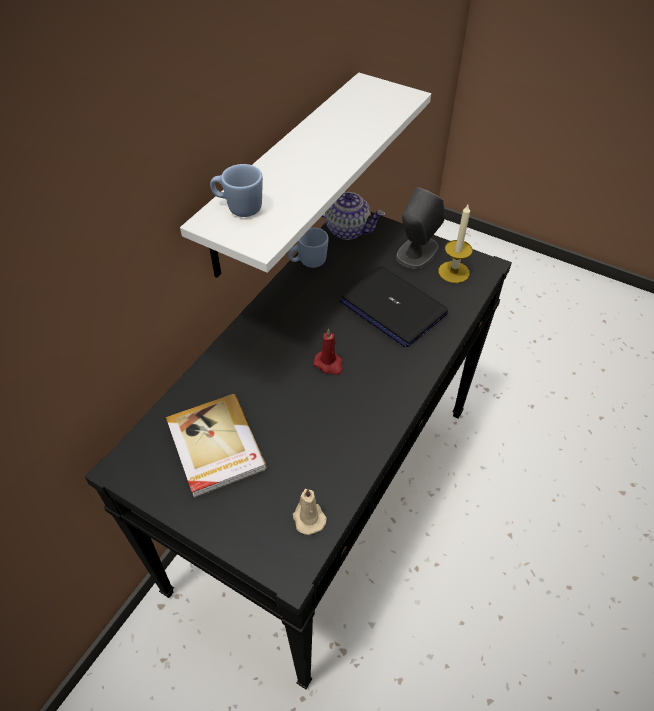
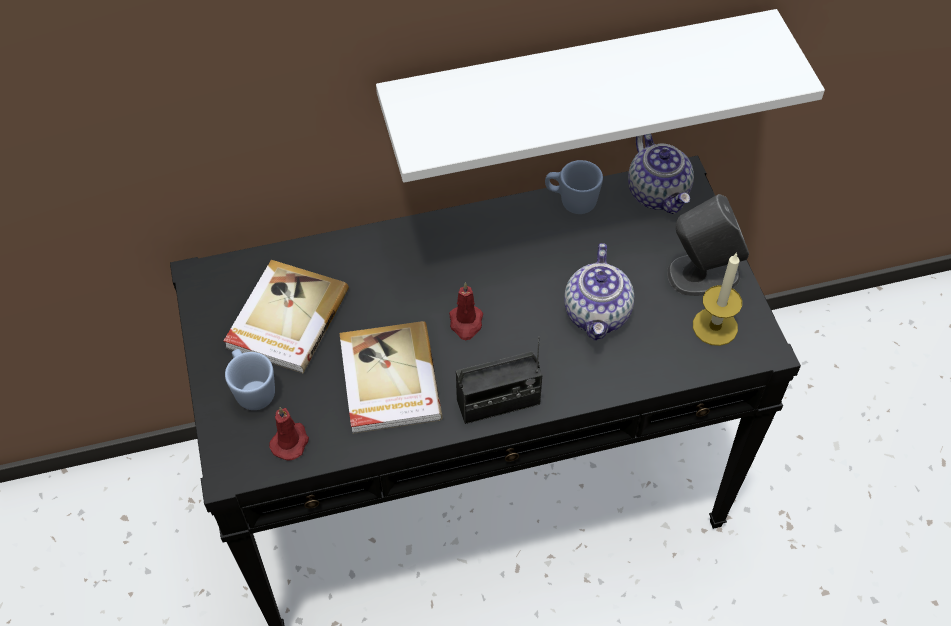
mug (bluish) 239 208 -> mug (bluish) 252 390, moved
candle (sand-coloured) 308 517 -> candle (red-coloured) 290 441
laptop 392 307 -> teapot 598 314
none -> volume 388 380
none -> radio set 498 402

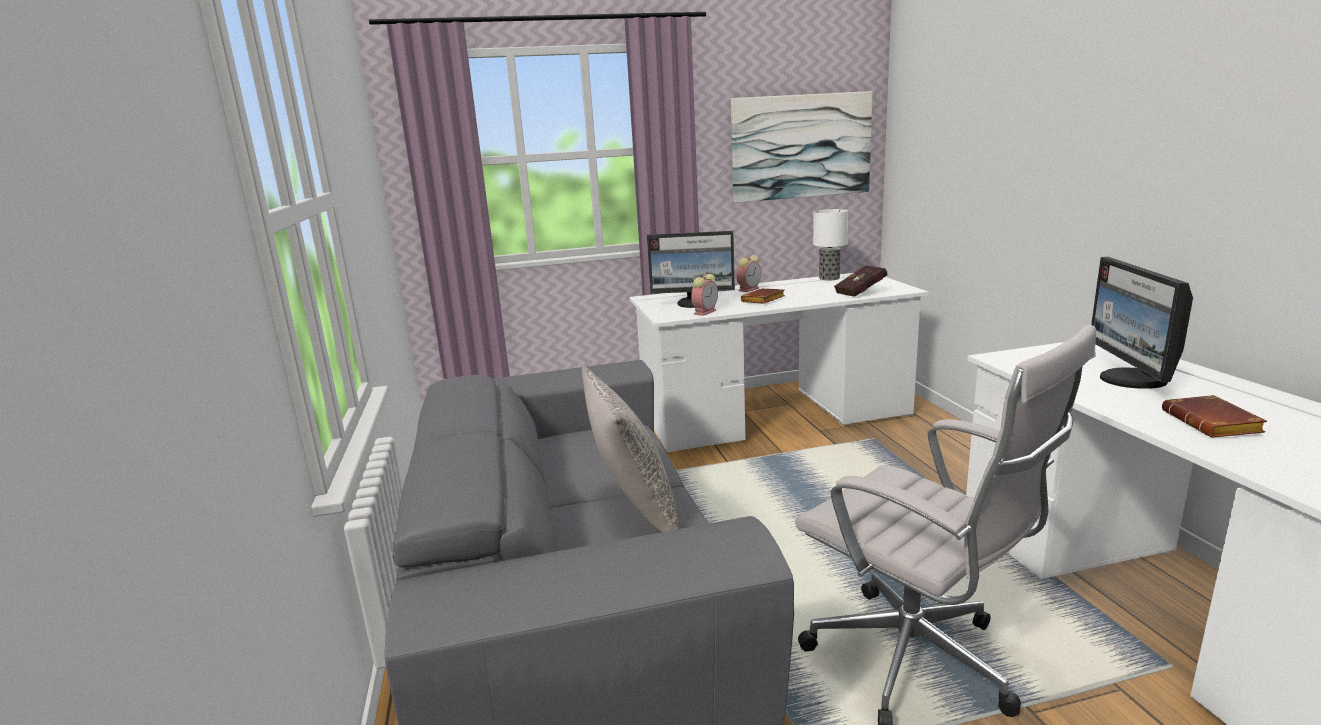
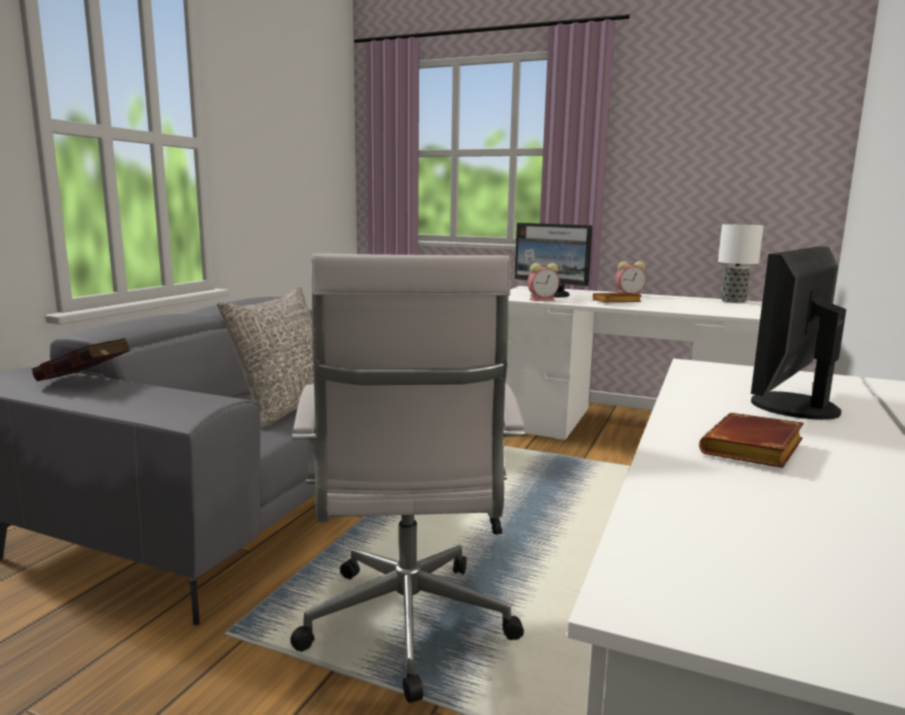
picture 801 146 -> none
volume (red-coloured) 862 293 -> volume (red-coloured) 86 381, moved

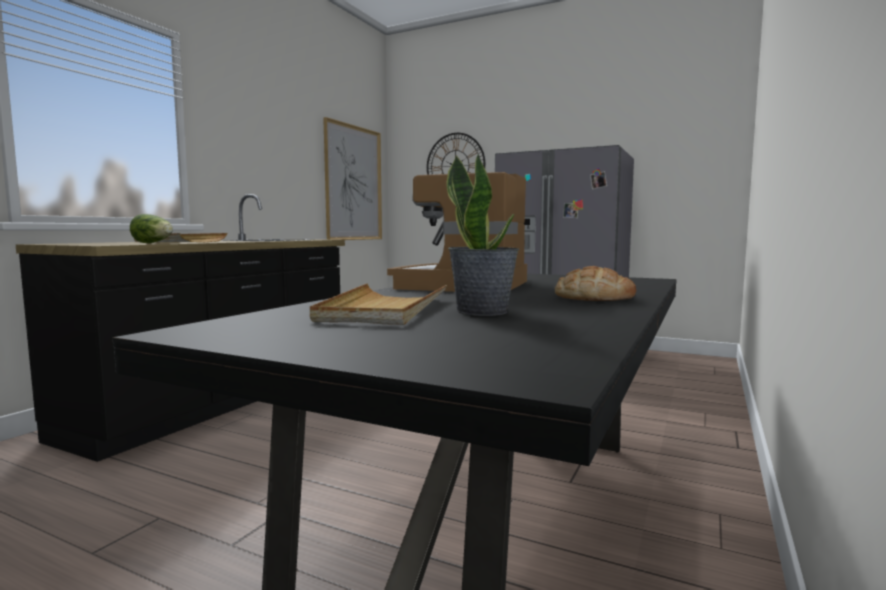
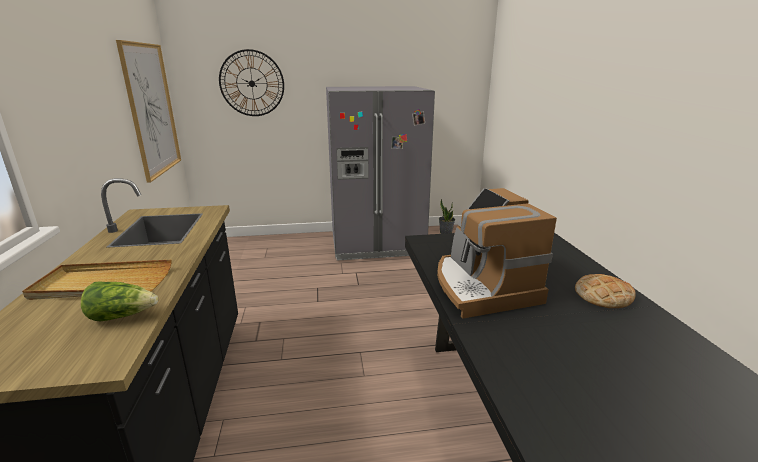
carrying tray (sand-coloured) 384 309 -> none
plant in a pot 482 311 -> plant in a pot 445 232, moved

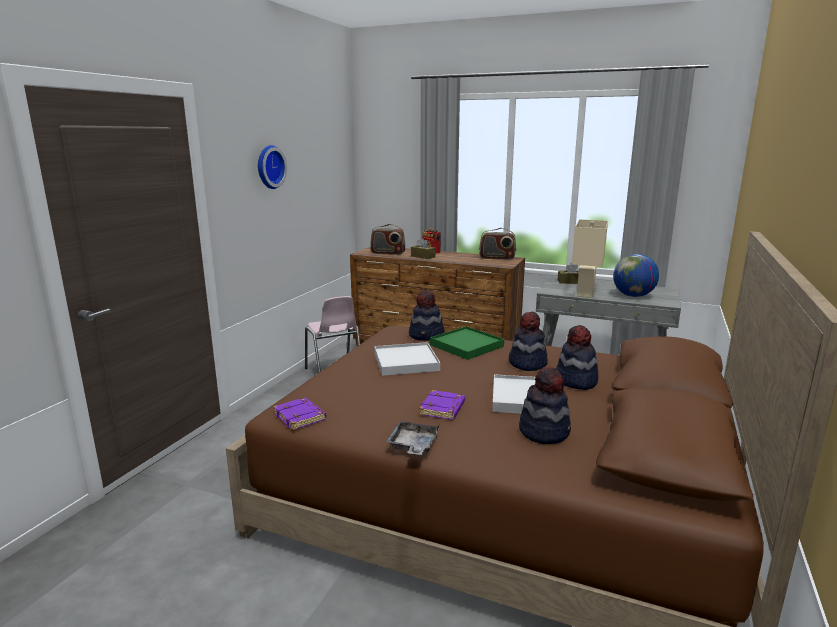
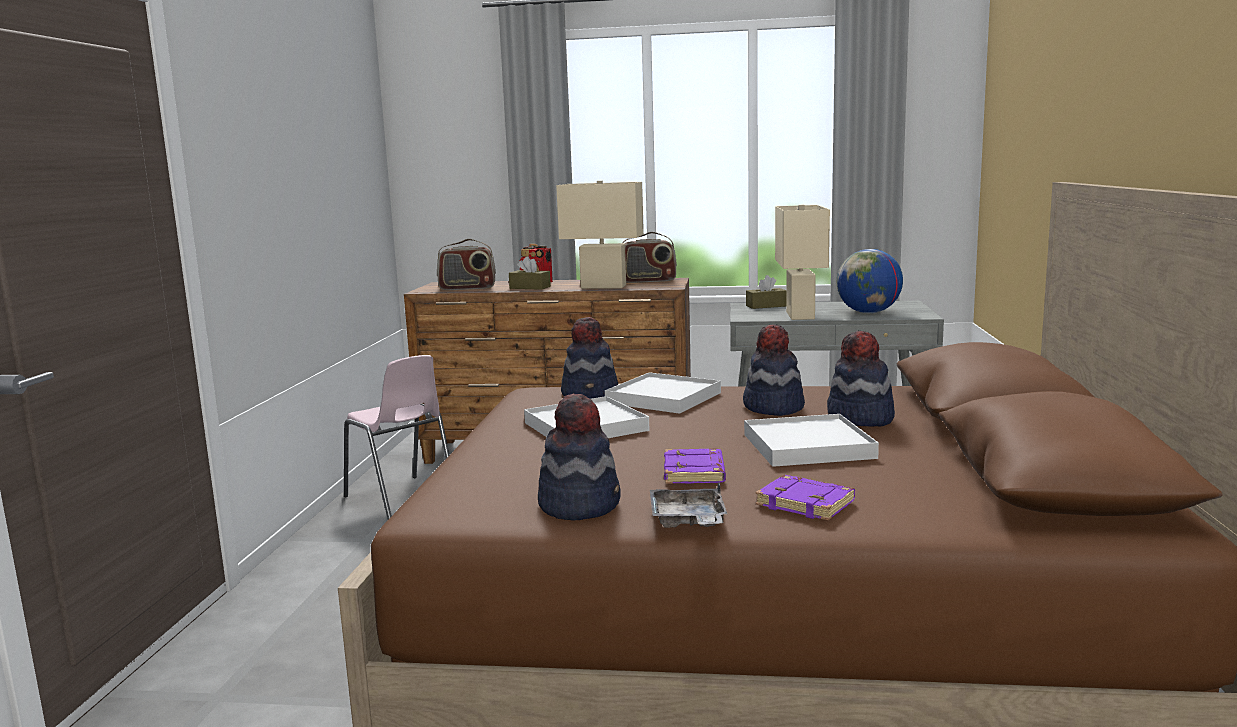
hanging clock 269 167 -> none
volume (purple-coloured) 301 417 -> volume (purple-coloured) 807 504, moved
carrying tray (green) 466 345 -> carrying tray (whitish) 664 398
hat 544 431 -> hat 580 505, moved
none -> lamp for a table (sand-coloured) 603 287

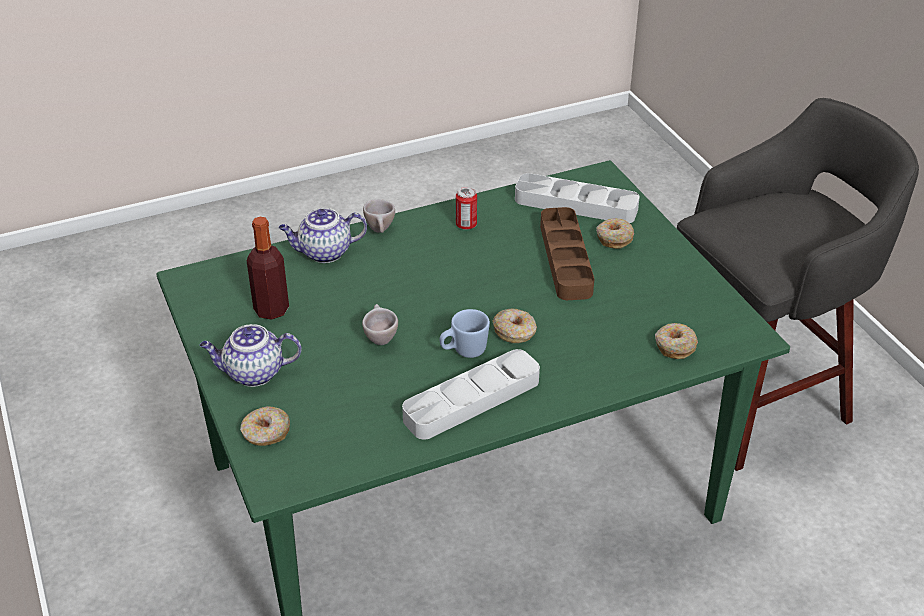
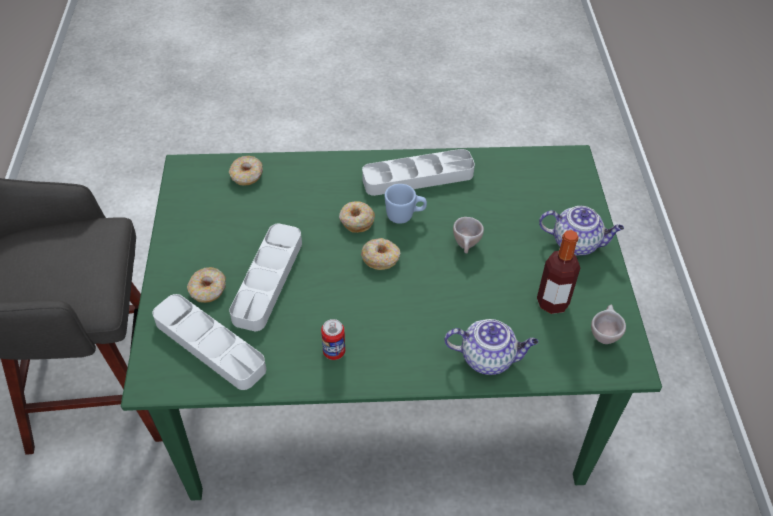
doughnut 266 433 -> doughnut 381 258, moved
cup (sand-coloured) 381 231 -> cup (sand-coloured) 603 334, moved
carrying tray (brown-coloured) 565 259 -> carrying tray (gray) 268 280

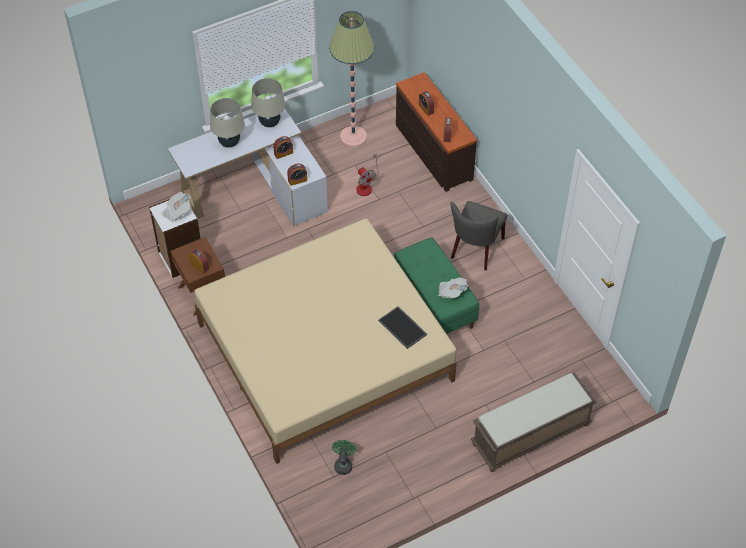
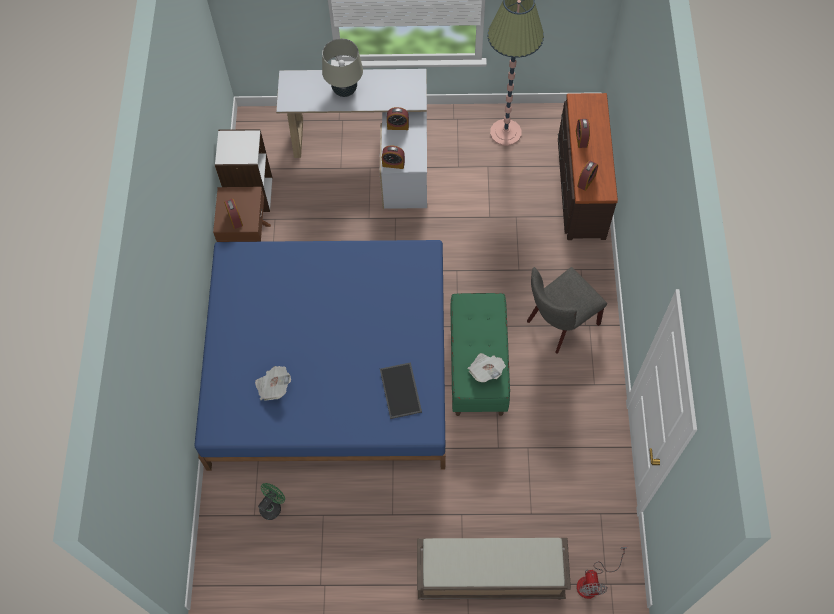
newspaper 176 212 -> newspaper 273 387, moved
bed (sand-coloured) 324 351 -> bed (bluish) 330 366
lamp for a table (sand-coloured) 269 122 -> none
fan 366 185 -> fan 593 581, moved

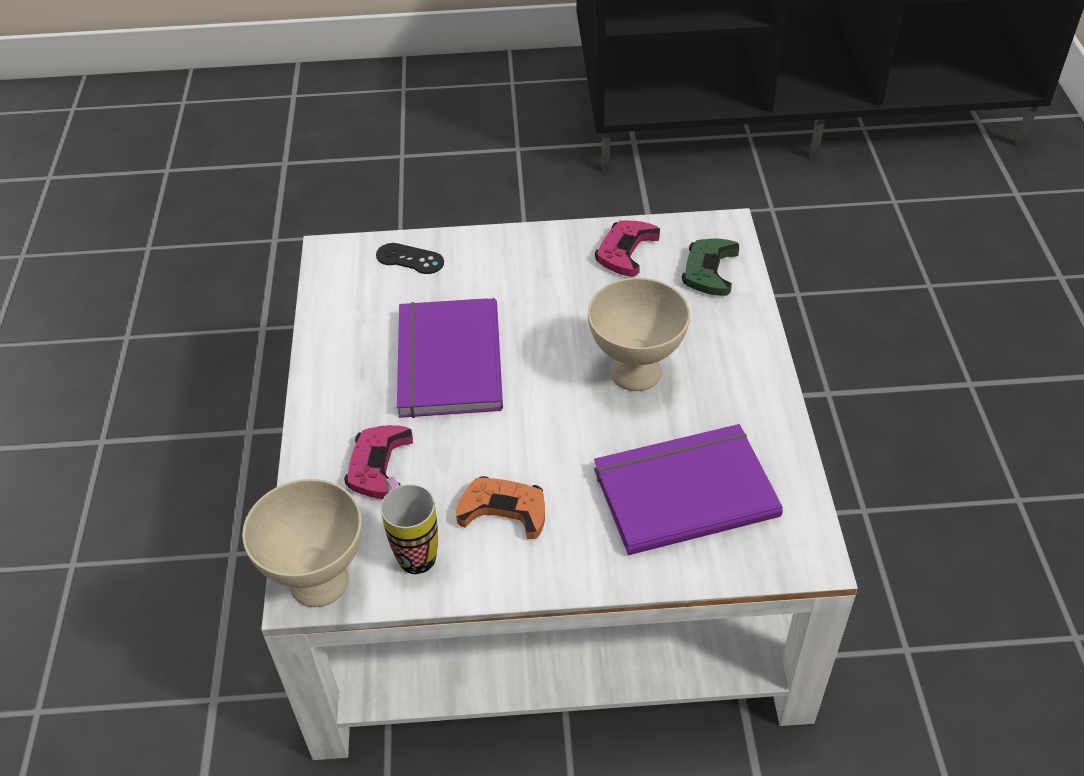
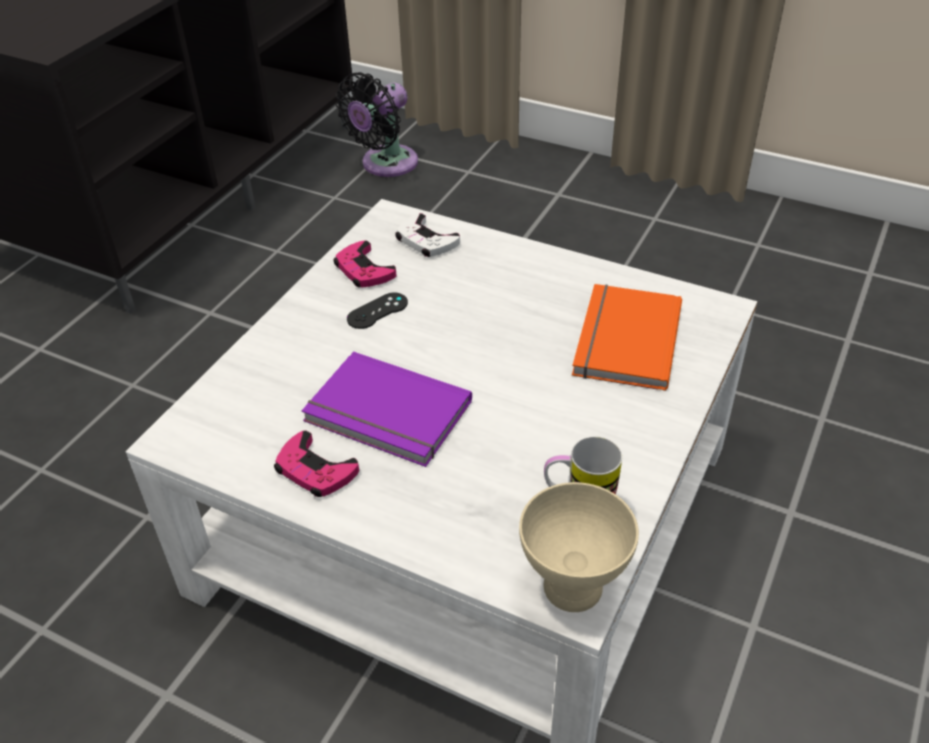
gamepad (pink-coloured) 379 466 -> gamepad (pink-coloured) 315 470, moved
gamepad (black) 410 259 -> gamepad (black) 377 311, moved
gamepad (orange-coloured) 503 511 -> none
serving bowl (sand-coloured) 634 371 -> none
volume (purple-coloured) 682 489 -> volume (orange-coloured) 623 340
gamepad (green) 709 271 -> gamepad (whitish) 426 241
none -> fan (black) 385 164

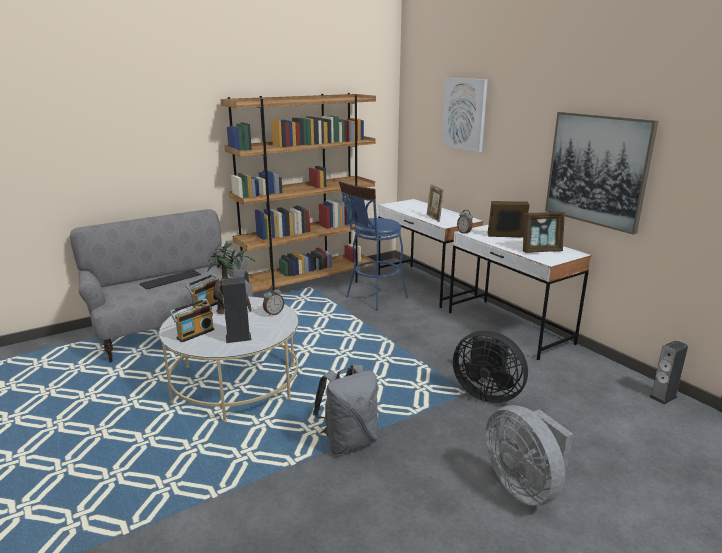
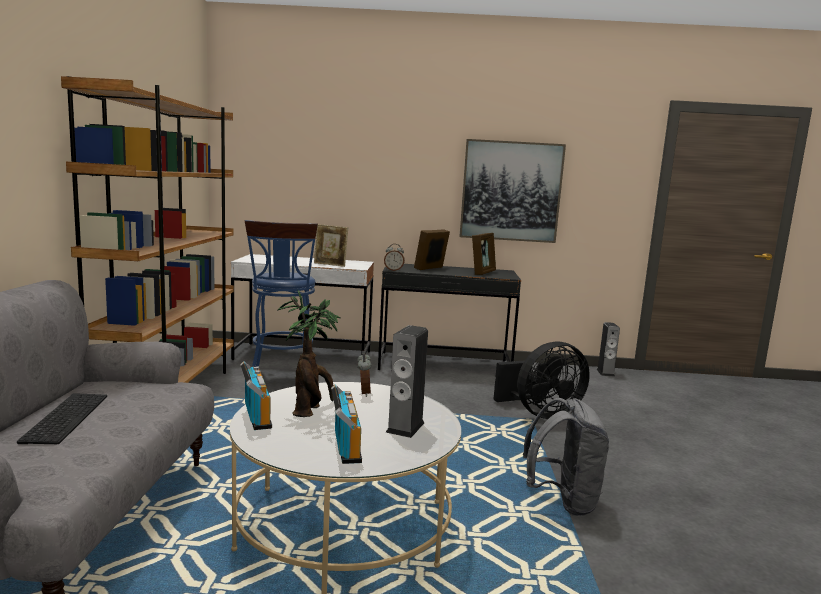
picture 464 114 -> none
desk (whitish) 509 328 -> desk (black) 444 365
fan (gray) 524 486 -> none

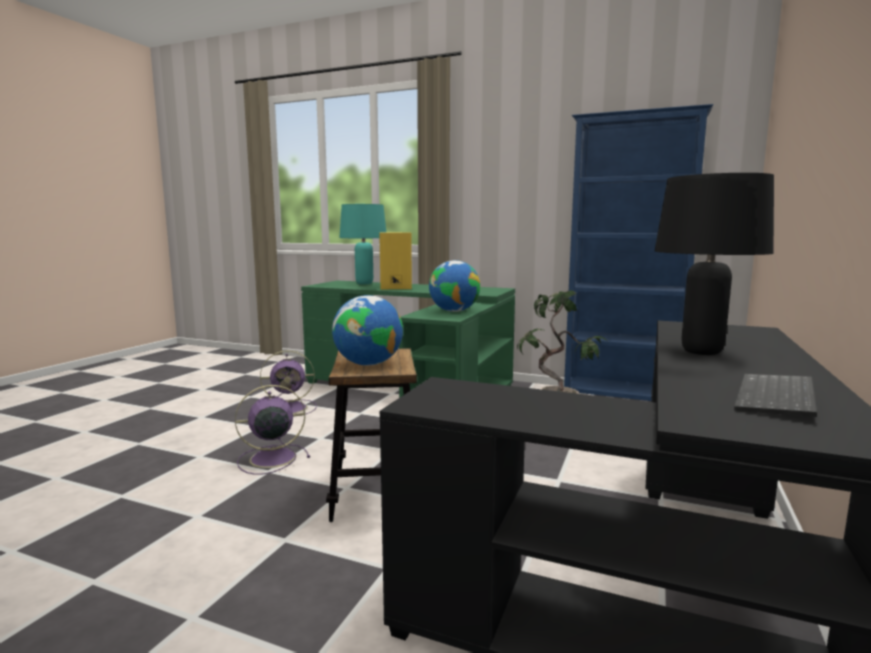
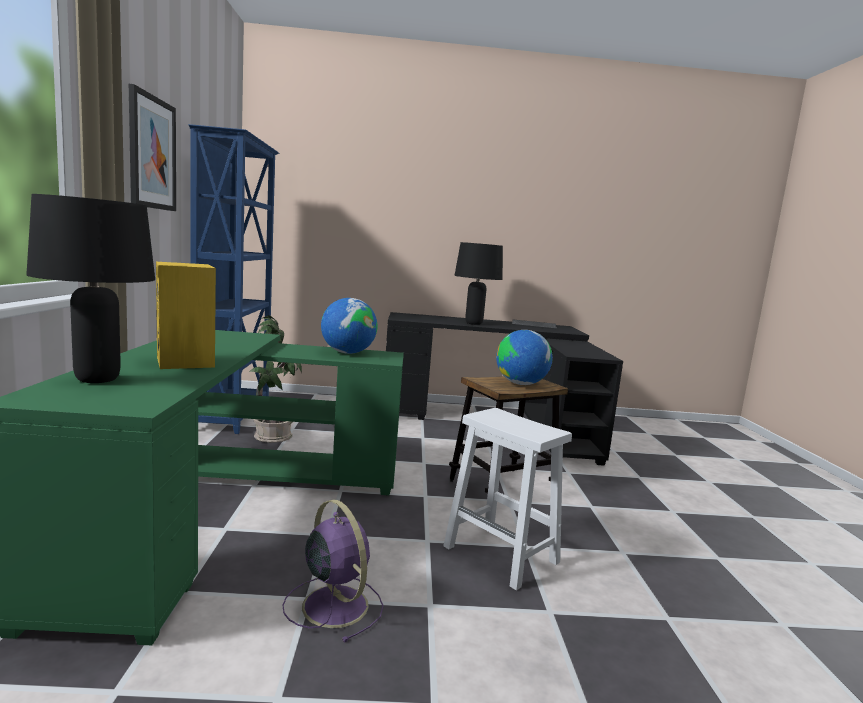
fan (purple-coloured) 270 458 -> stool (whitish) 502 555
lamp for a table (blue-green) 364 283 -> lamp for a table (black) 98 380
none -> picture 152 153

